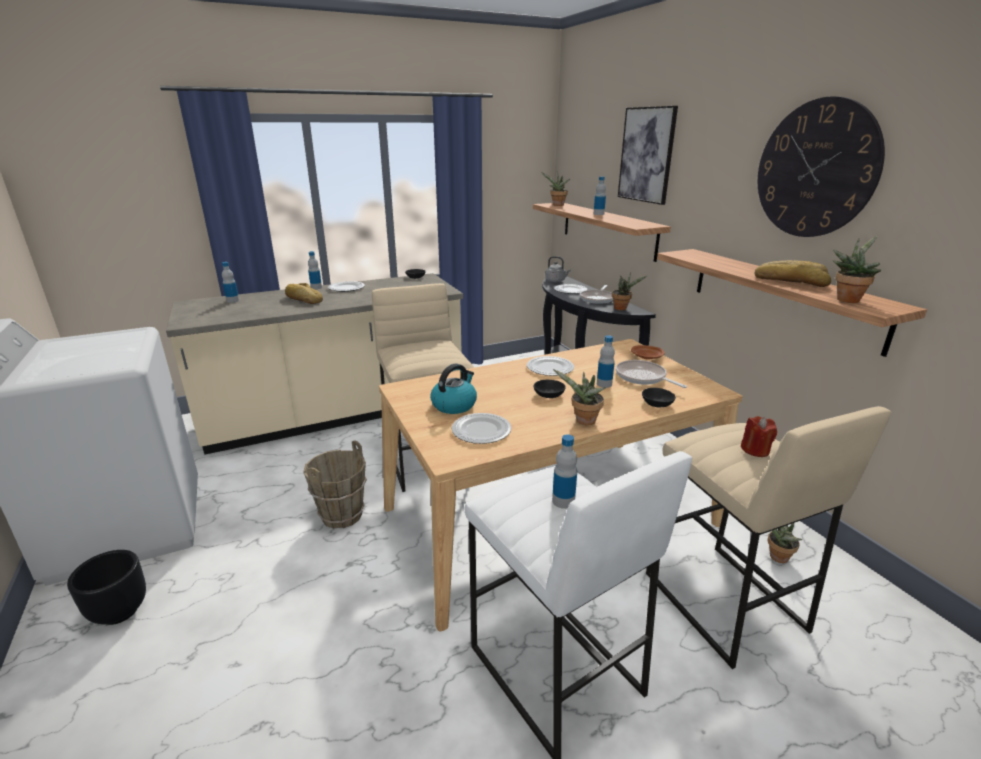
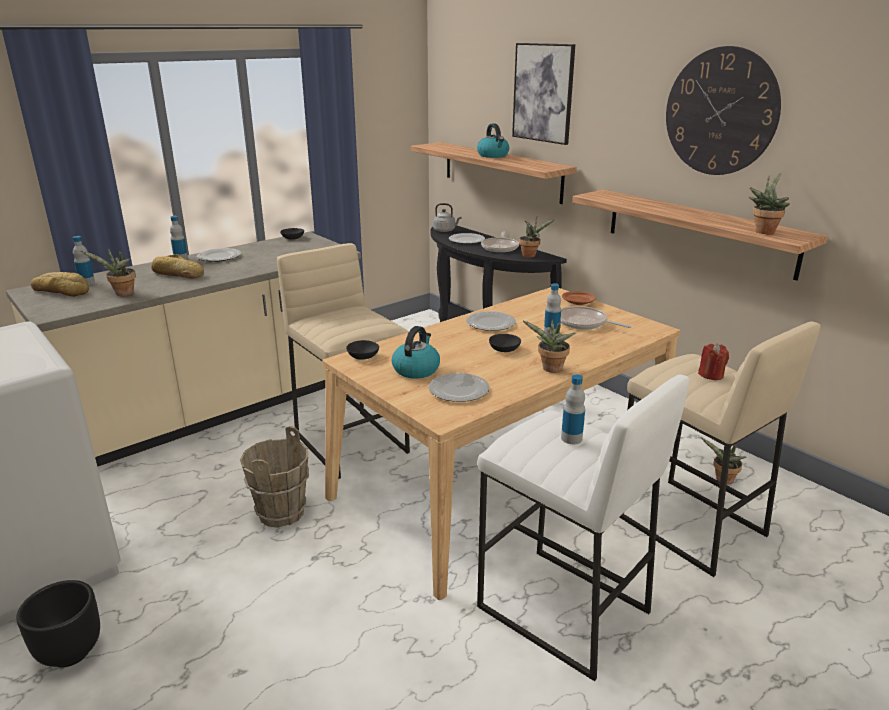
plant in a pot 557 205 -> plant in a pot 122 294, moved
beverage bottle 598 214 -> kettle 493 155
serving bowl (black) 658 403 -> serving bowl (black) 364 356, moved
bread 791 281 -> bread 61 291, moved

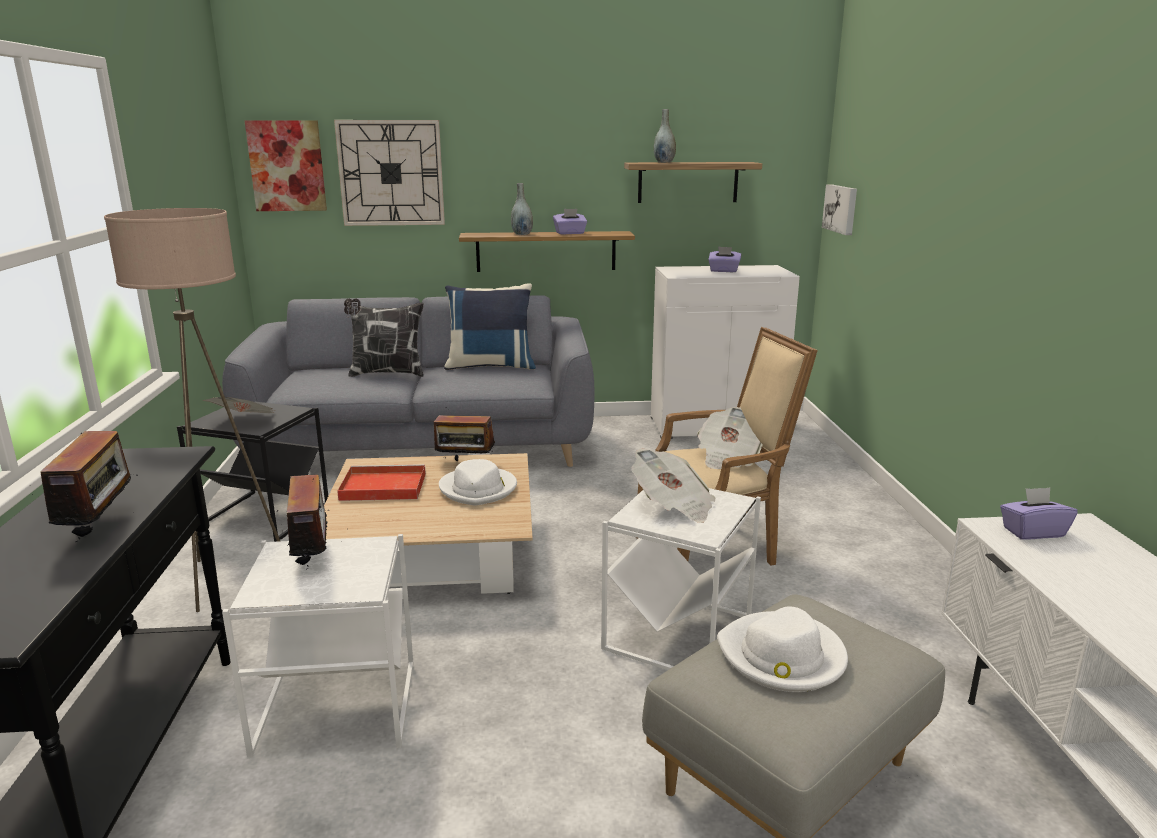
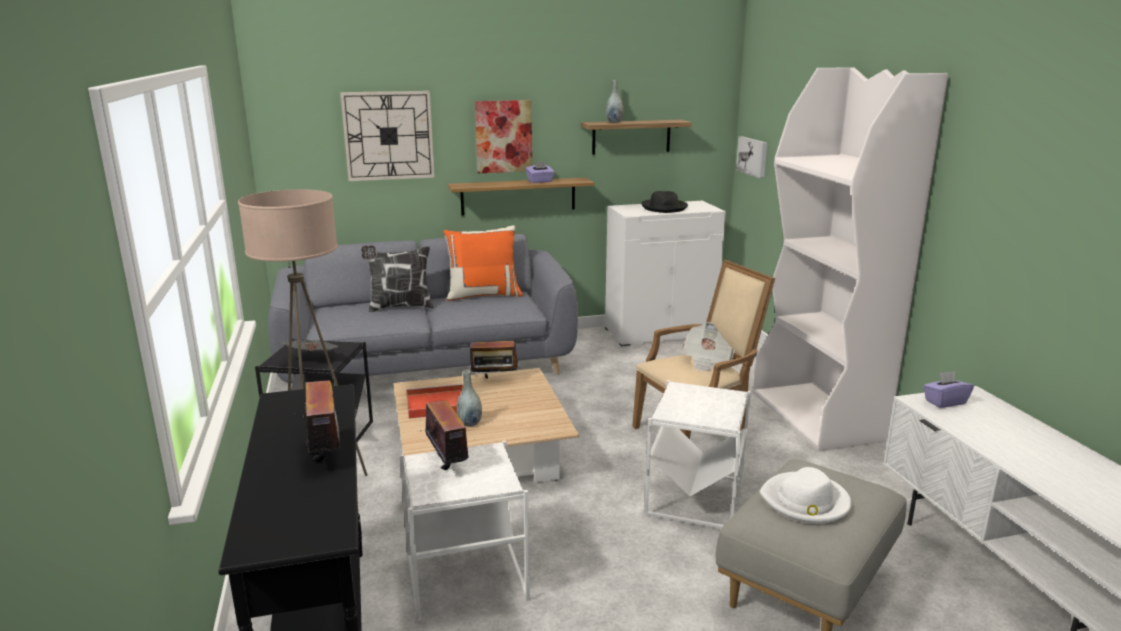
picture 287 166 -> picture 503 136, moved
hat (whitish) 478 489 -> none
cushion (bluish) 491 366 -> cushion (orange-coloured) 483 295
flower vase (gray) 522 234 -> flower vase (gray) 470 423, moved
newspaper 673 506 -> none
tissue holder (purple-coloured) 723 271 -> hat (black) 664 208
none -> shelving unit (whitish) 818 416

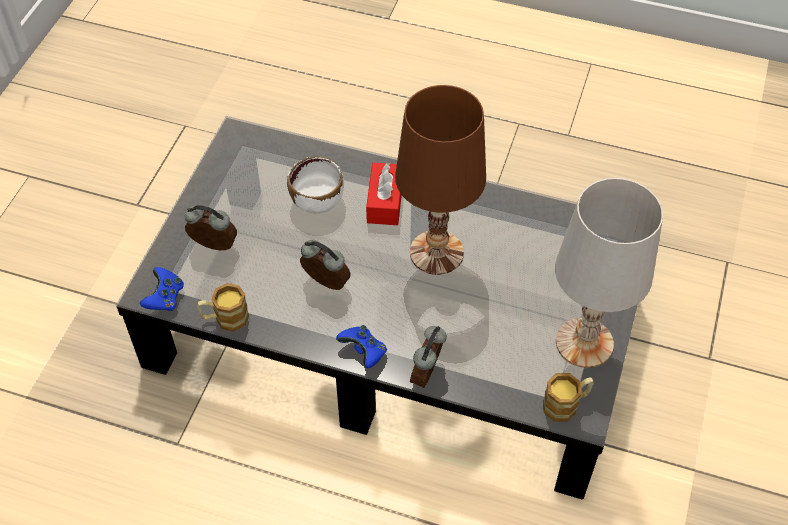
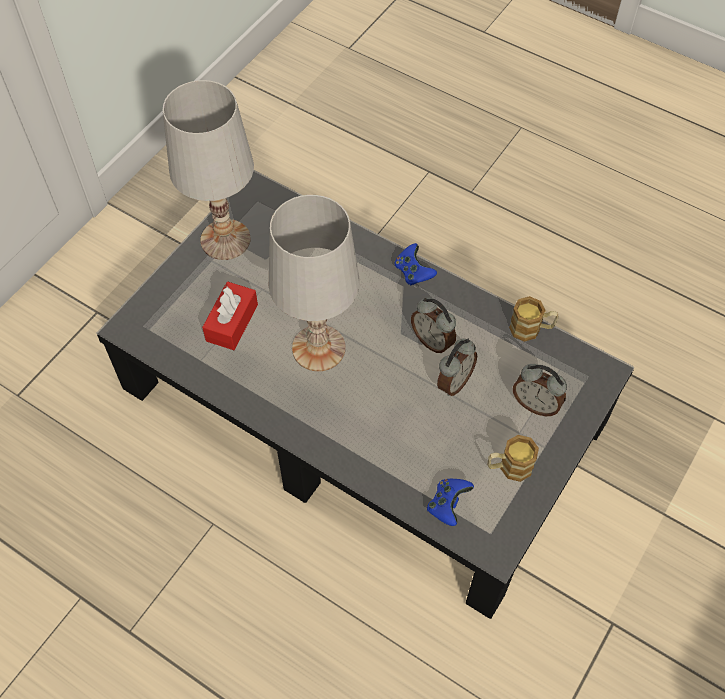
gamepad (bluish) 165 298 -> gamepad (bluish) 448 505, moved
serving bowl (whitish) 317 201 -> none
tissue holder (red-coloured) 385 202 -> tissue holder (red-coloured) 232 322, moved
lamp for a table (brown-coloured) 436 253 -> lamp for a table (whitish) 319 347
alarm clock 428 374 -> alarm clock 453 382, moved
mug 566 404 -> mug 509 467, moved

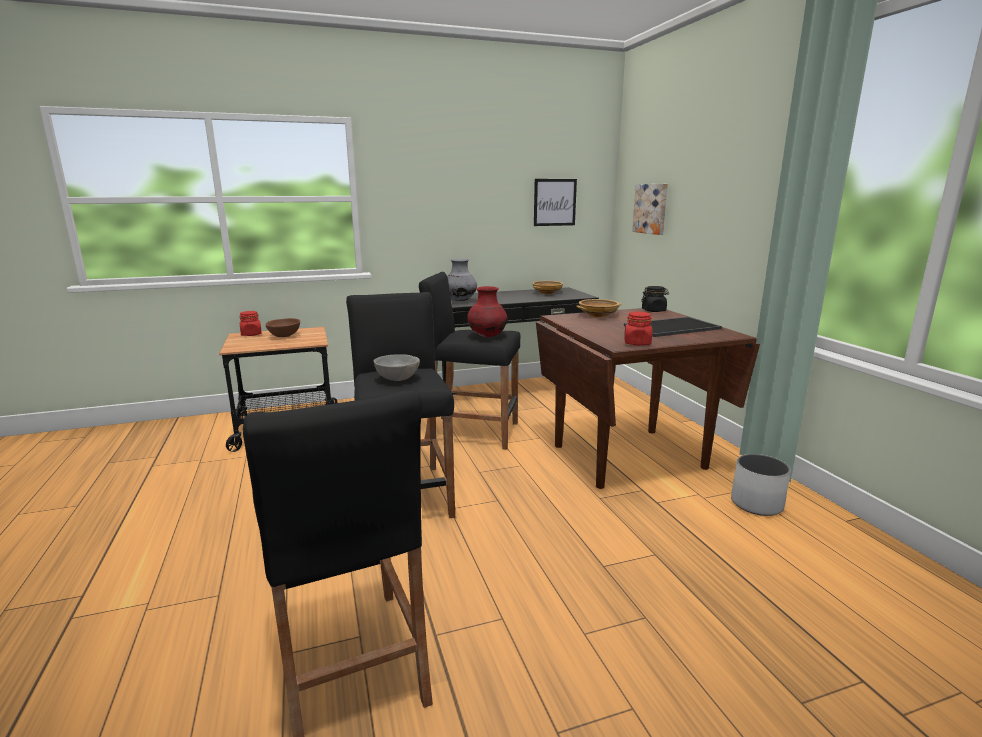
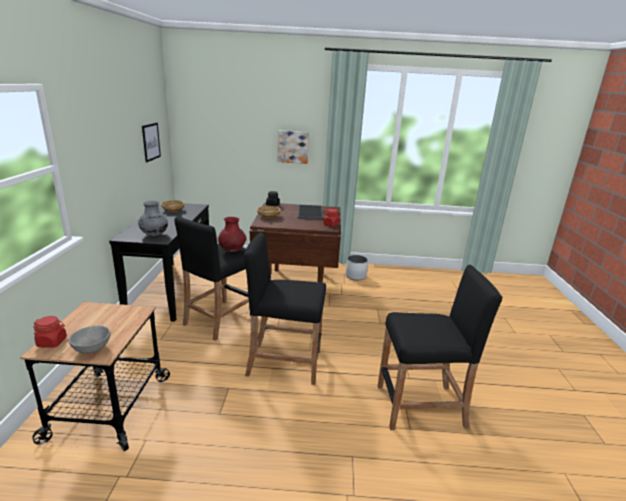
serving bowl (brown-coloured) 285 336 -> none
serving bowl (gray) 397 379 -> serving bowl (gray) 91 349, moved
picture 651 208 -> picture 293 147, moved

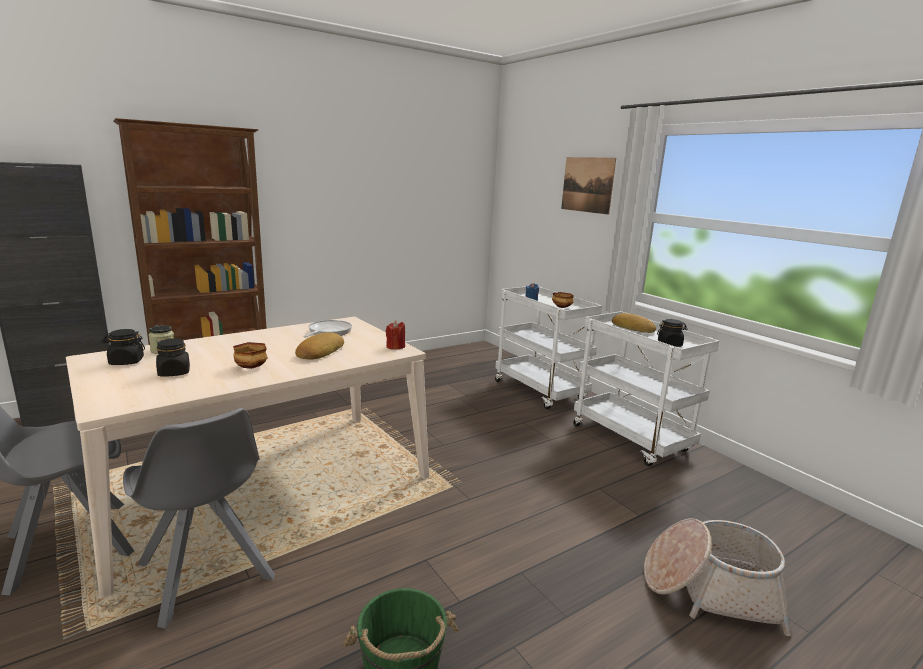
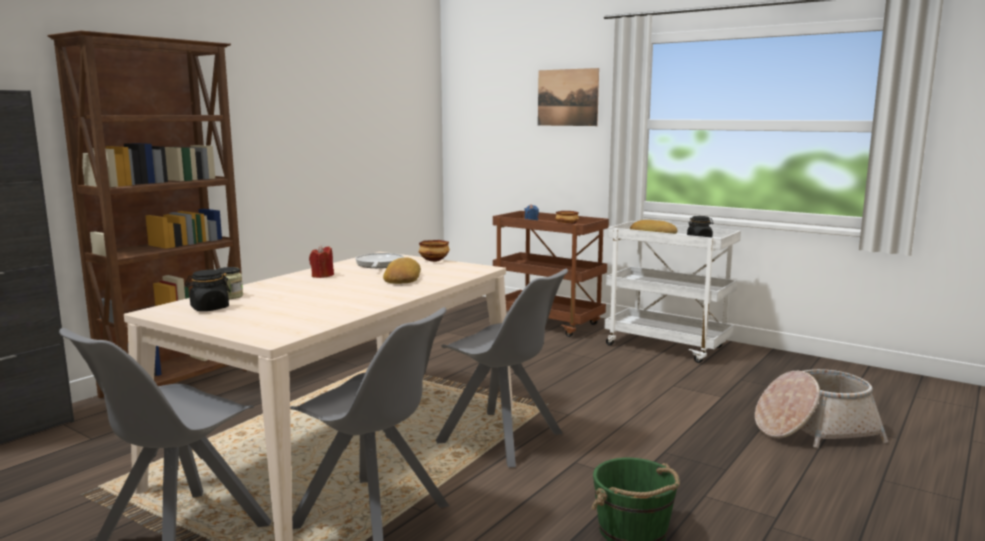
jar (black) 174 372 -> none
serving bowl 250 366 -> serving bowl 433 260, moved
candle (red-coloured) 395 347 -> candle (red-coloured) 322 276, moved
trolley (whitish) 541 391 -> trolley (brown-coloured) 549 324
none -> plain chair (gray) 503 439

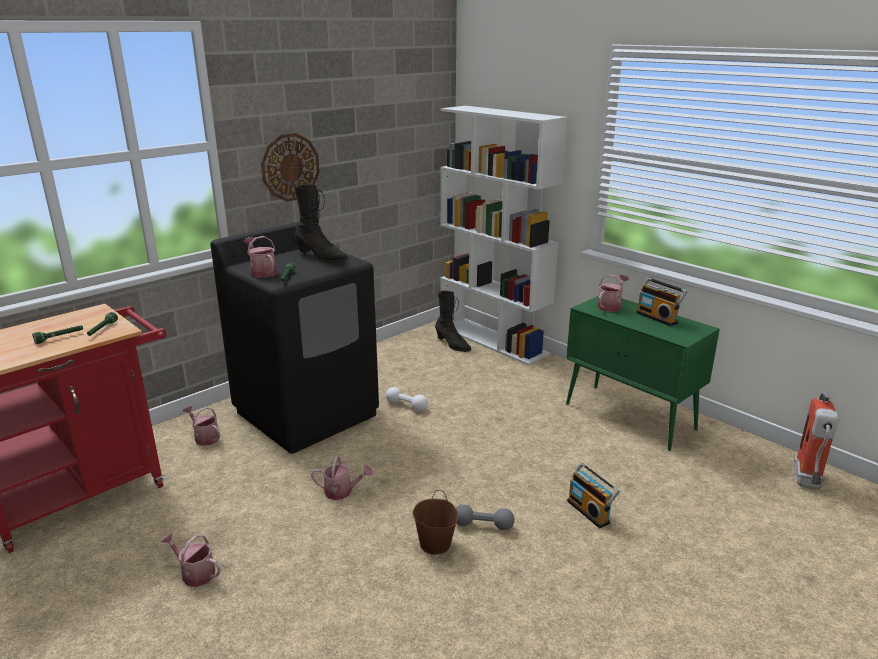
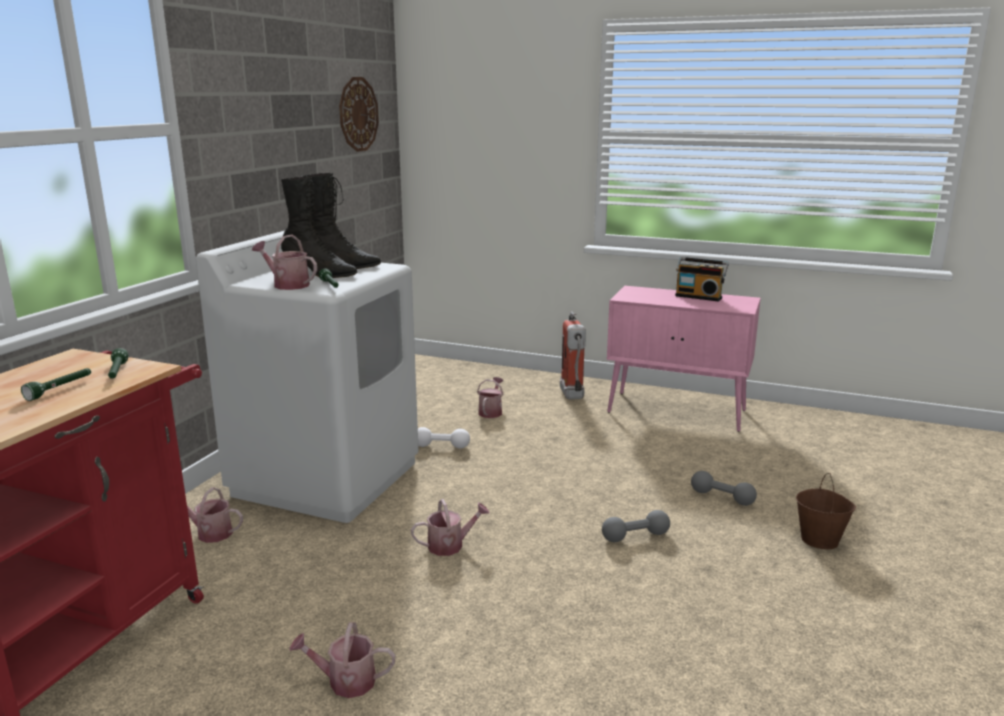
laundry machine (black) 307 413 -> laundry machine (whitish) 327 478
hanging clock 290 167 -> hanging clock 358 114, moved
water bucket (brown-coloured) 435 544 -> water bucket (brown-coloured) 820 540, moved
high-top boot (black) 452 345 -> high-top boot (black) 319 274, moved
shelving unit (whitish) 494 340 -> none
cabinet (green) 630 417 -> cabinet (pink-coloured) 678 411
radio set 590 511 -> hand weight (gray) 722 497
sprinkling can 610 306 -> sprinkling can 491 411, moved
fire extinguisher 807 483 -> fire extinguisher 573 397, moved

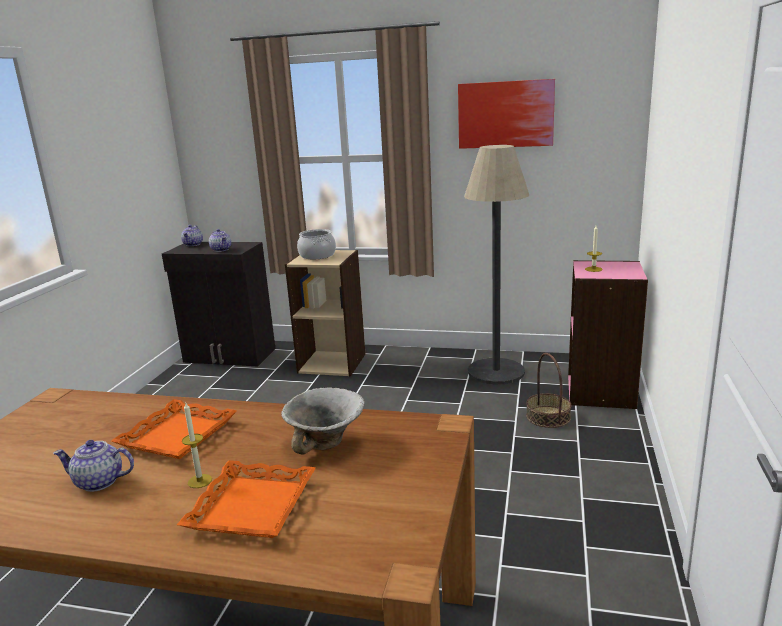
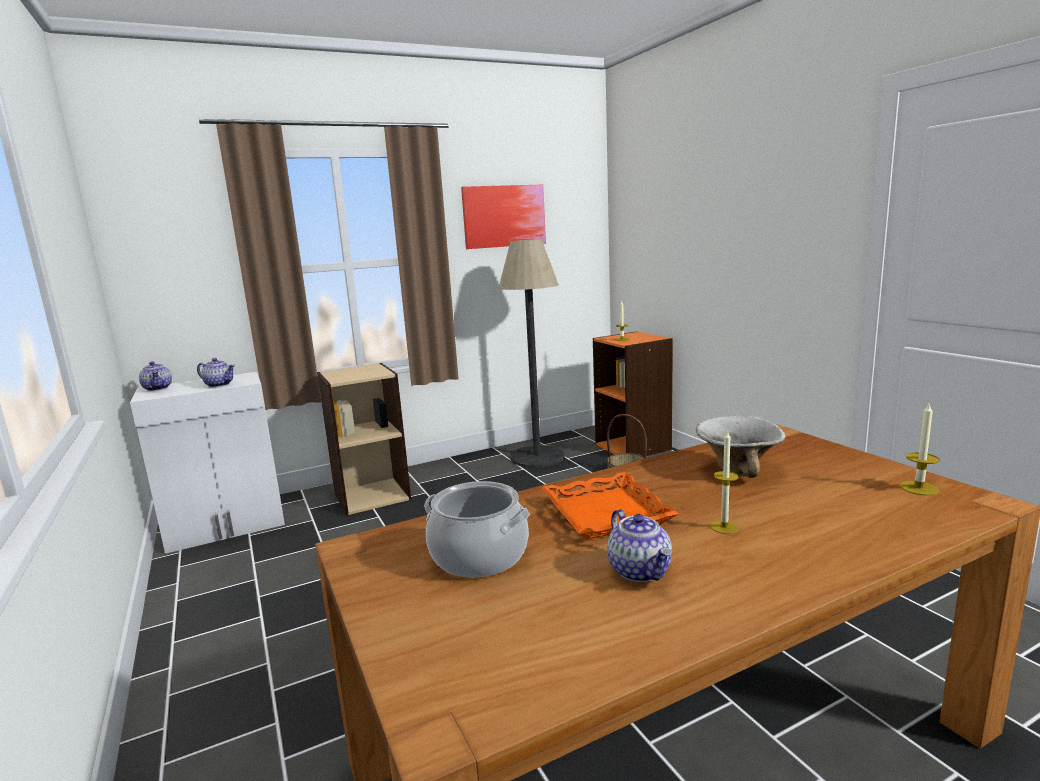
teapot 98 482 -> teapot 640 571, 75 degrees counterclockwise
cabinet (black) 229 356 -> cabinet (whitish) 227 527
carrying tray (orange-coloured) 251 506 -> none
cooking pot 317 255 -> cooking pot 478 556, moved
shelving unit (pink-coloured) 601 392 -> shelving unit (orange-coloured) 633 447
none -> candle 919 488

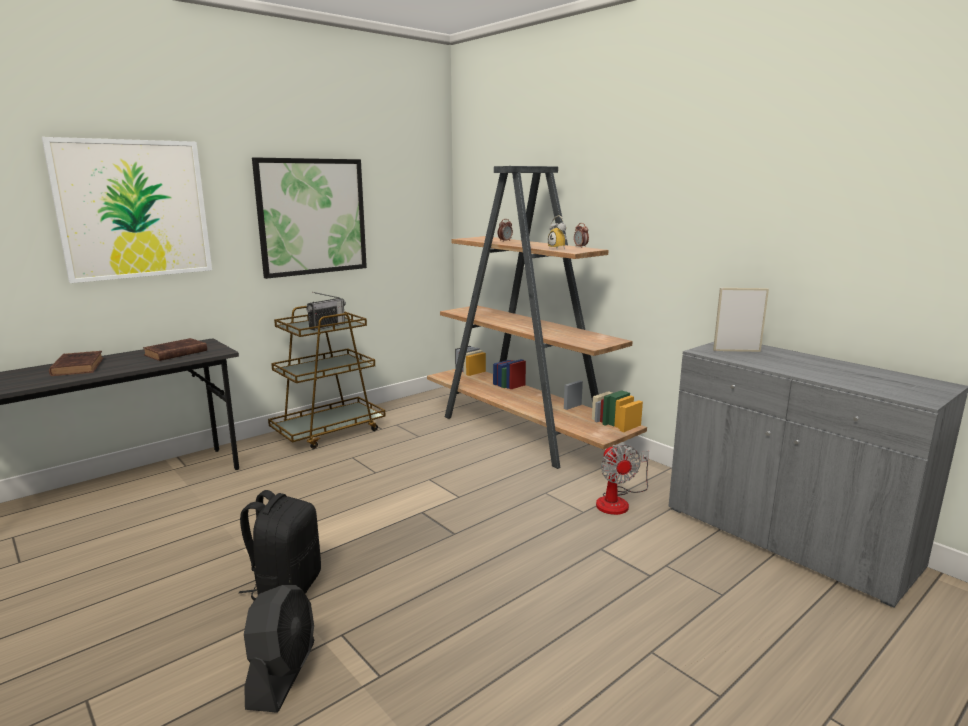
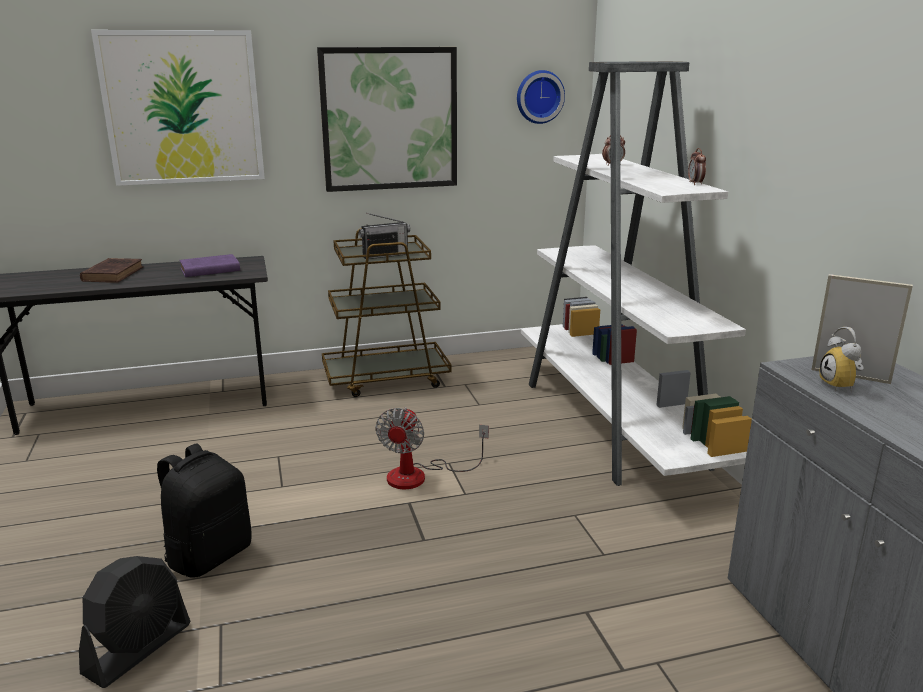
volume (brown-coloured) 174 353 -> volume (purple-coloured) 208 270
shelving unit (brown-coloured) 524 432 -> shelving unit (whitish) 613 425
alarm clock 559 248 -> alarm clock 842 386, moved
fan 618 501 -> fan 420 475, moved
none -> hanging clock 539 96

